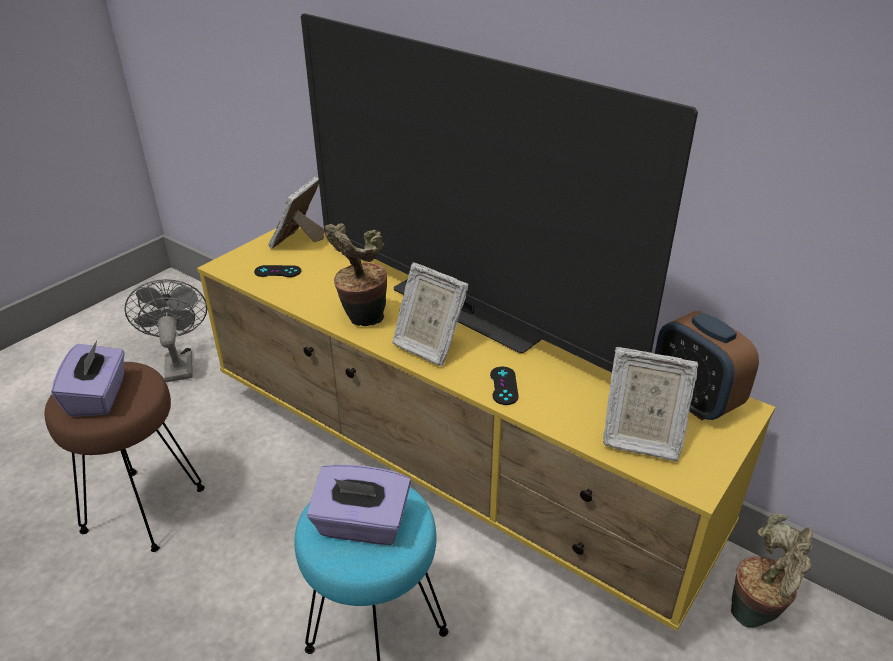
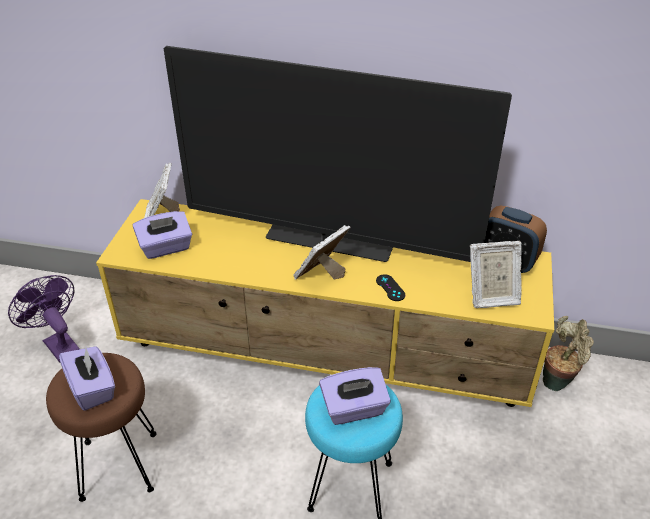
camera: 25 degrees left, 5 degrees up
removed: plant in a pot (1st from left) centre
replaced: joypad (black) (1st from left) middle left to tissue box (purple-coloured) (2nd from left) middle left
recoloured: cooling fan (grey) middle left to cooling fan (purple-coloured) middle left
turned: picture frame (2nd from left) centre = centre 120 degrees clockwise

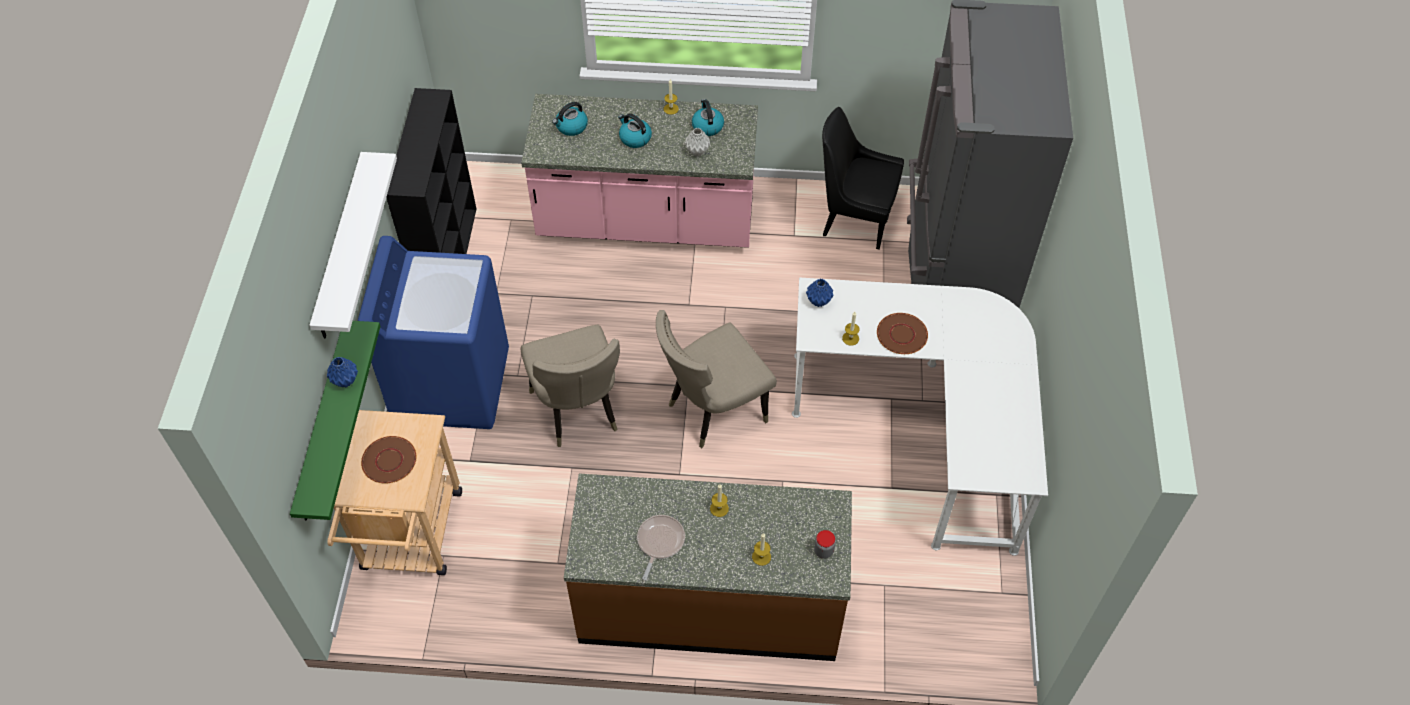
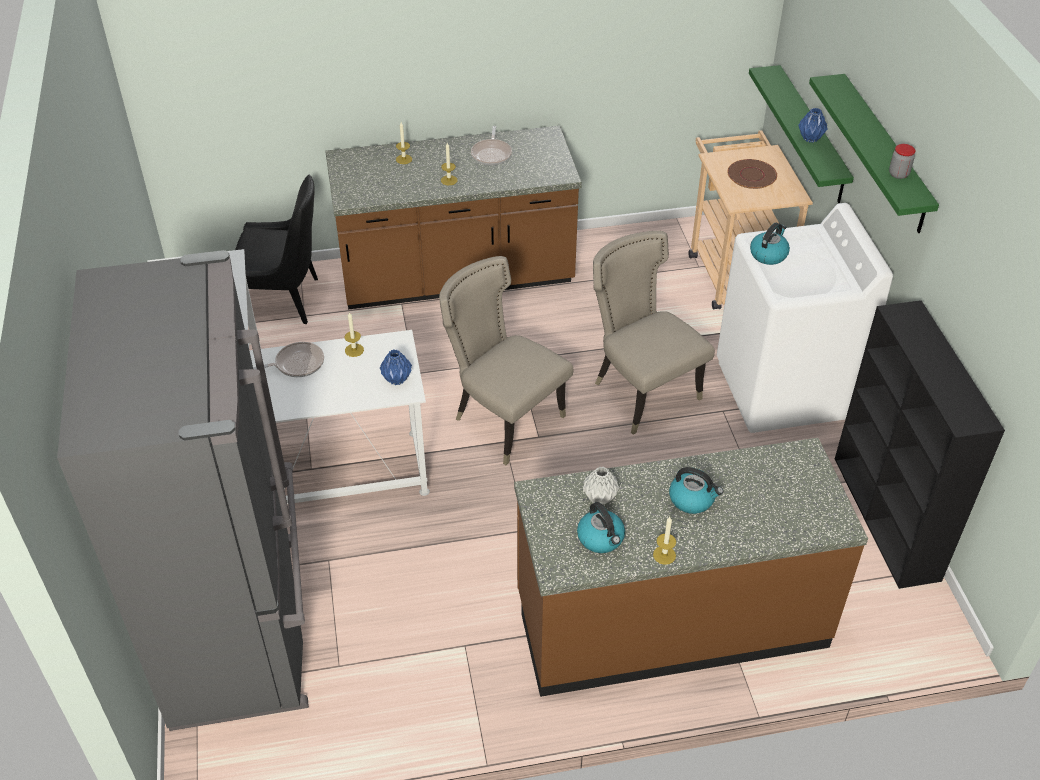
camera: 165 degrees right, 10 degrees down
moved: upright chair (black) top centre to top left; tea kettle (1st from left in the first image) top centre to tea kettle (3rd from left) top right; preserve jar bottom centre to top right
replaced: flat dish (brown-coloured) (2nd from left) centre to pan (1st from left) middle left
recoloured: kitchen counter (pinkish) top centre to kitchen counter (brown-coloured) (2nd from left) bottom centre; washing machine (blue-coloured) middle left to washing machine (white-coloured) middle right; shelf (white-coloured) middle left to shelf (green-coloured) (2nd from left) top right
turned: upright chair (beige-coloured) (2nd from left in the first image) centre = centre 90 degrees counterclockwise

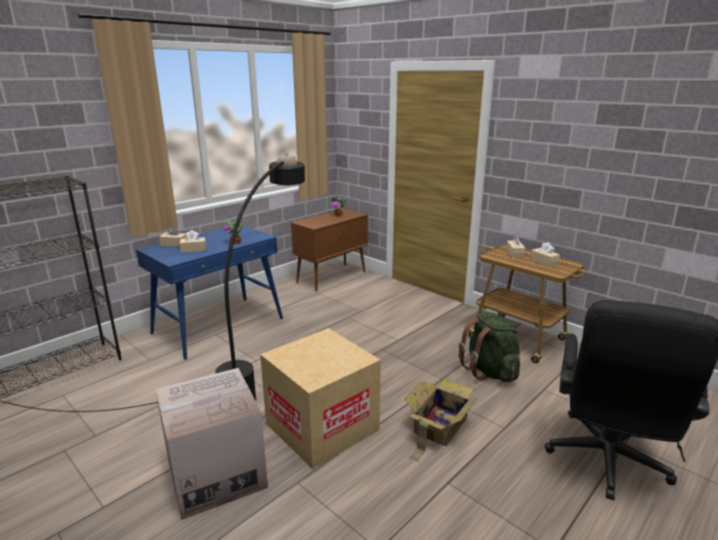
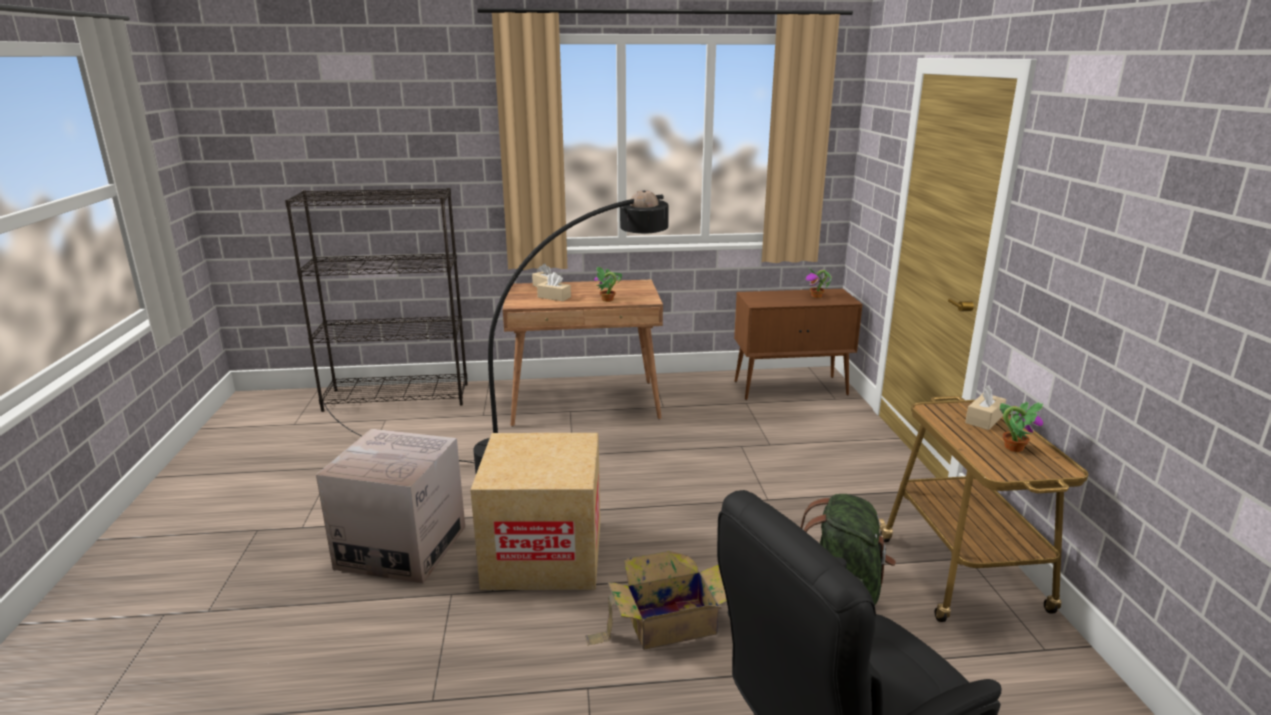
camera: 40 degrees right, 0 degrees up
replaced: tissue box (beige-coloured) (4th from left) middle right to plant in a pot (3rd from left) middle right
recoloured: desk unit (blue-coloured) middle left to desk unit (brown-coloured) centre

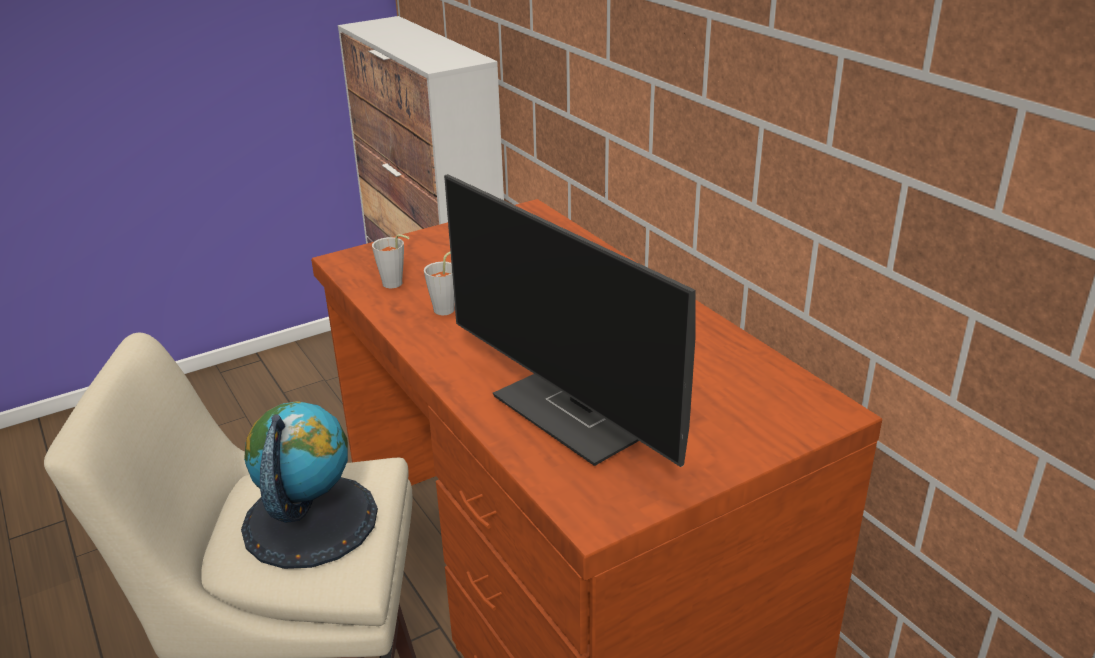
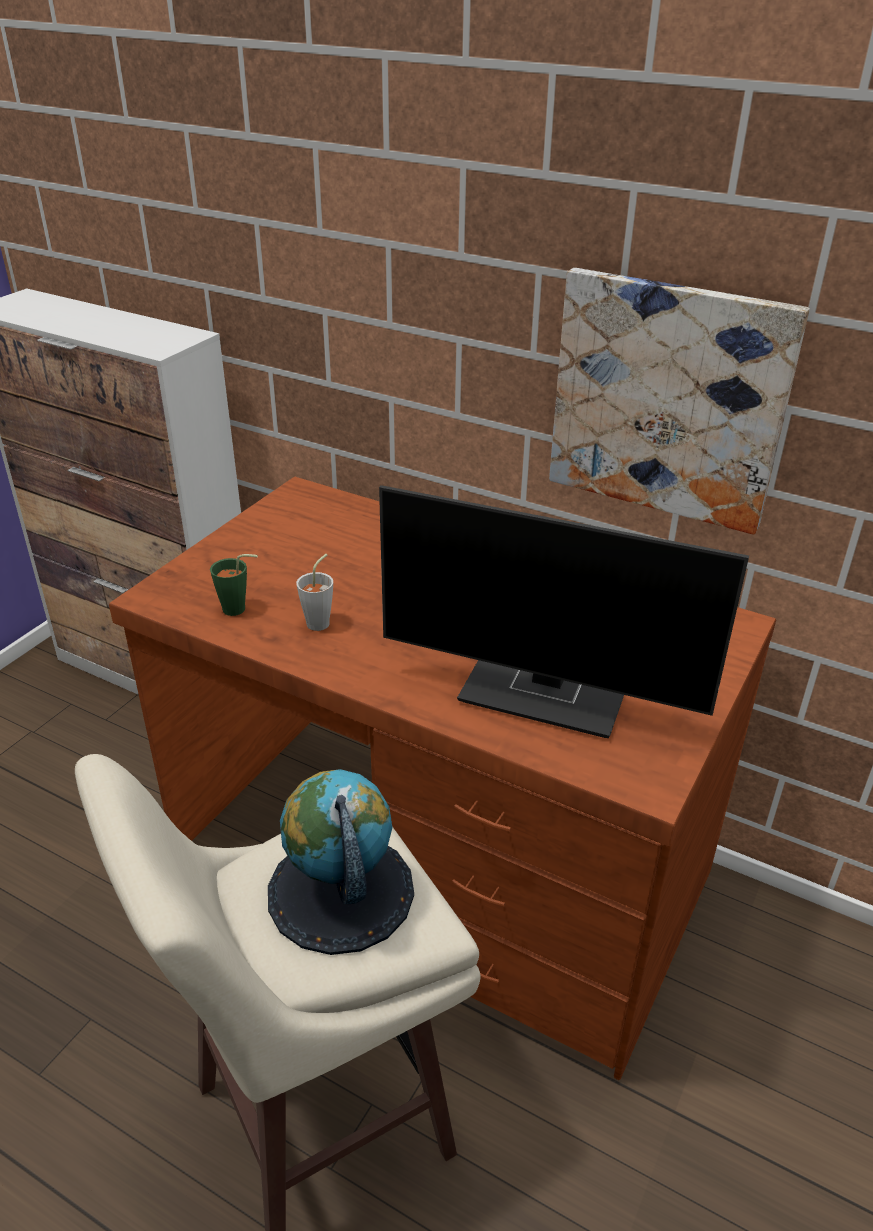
camera: 30 degrees left, 5 degrees up
added: picture top right
recoloured: drinking cup (grey) (1st from left) centre to drinking cup (green-coloured) middle left

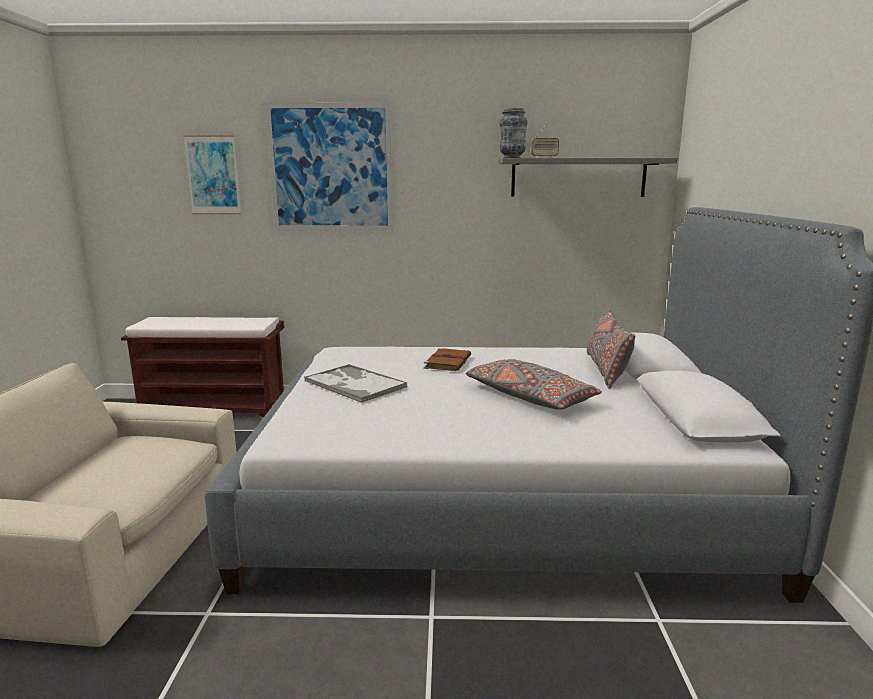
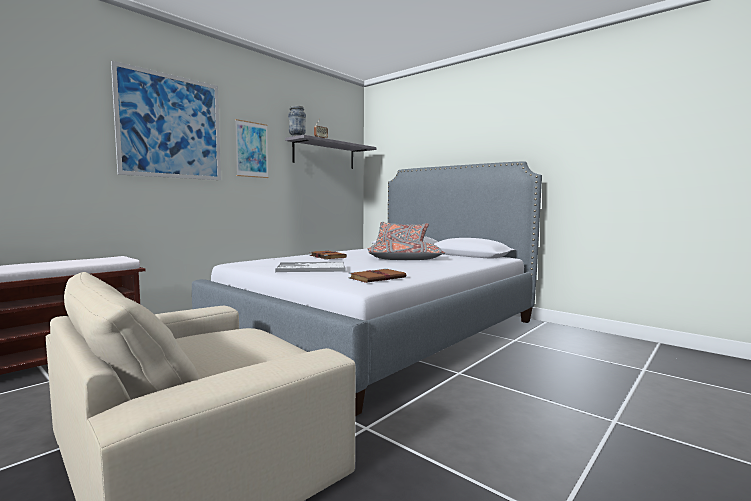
camera: 50 degrees left, 10 degrees down
added: bound book (brown-coloured) (2nd from left) centre
moved: picture (1st from left in the first image) top left to picture (2nd from left) top centre

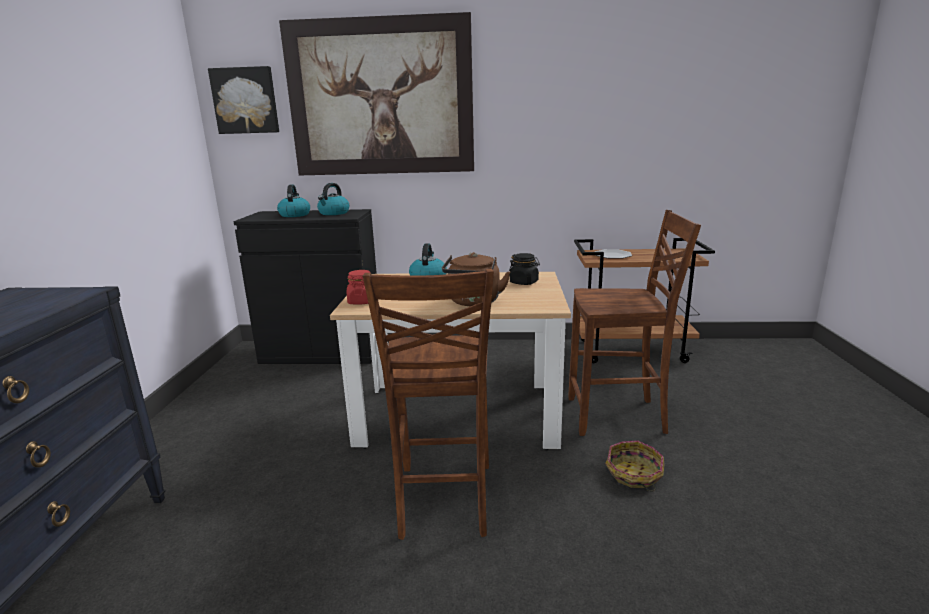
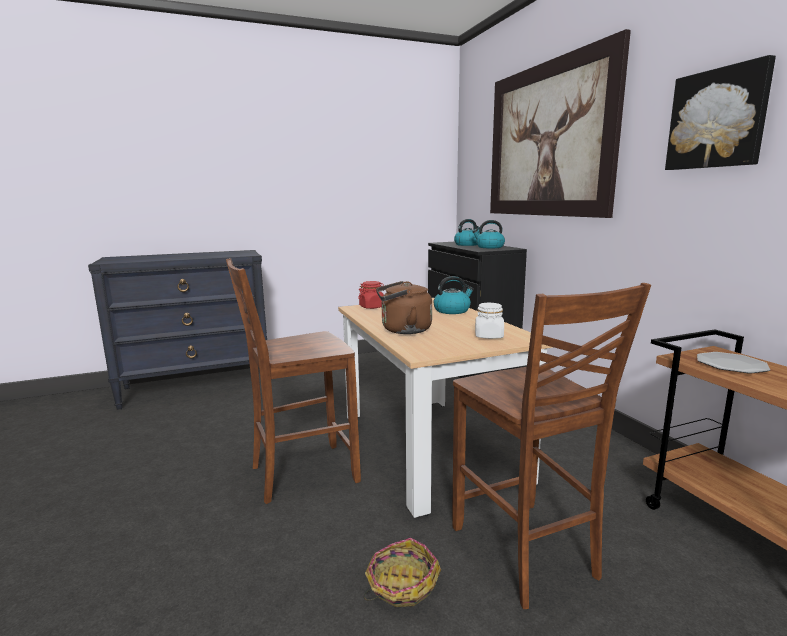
camera: 65 degrees right, 5 degrees down
moved: picture (1st from left in the first image) top left to picture (2nd from left) top right
recoloured: preserve jar (black) centre to preserve jar (white-coloured) centre

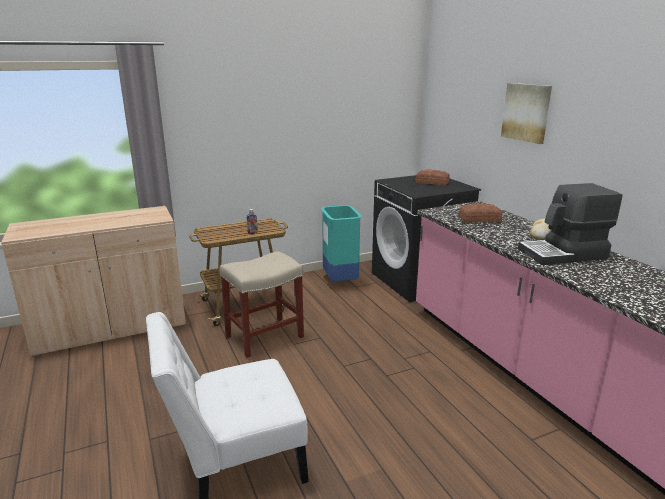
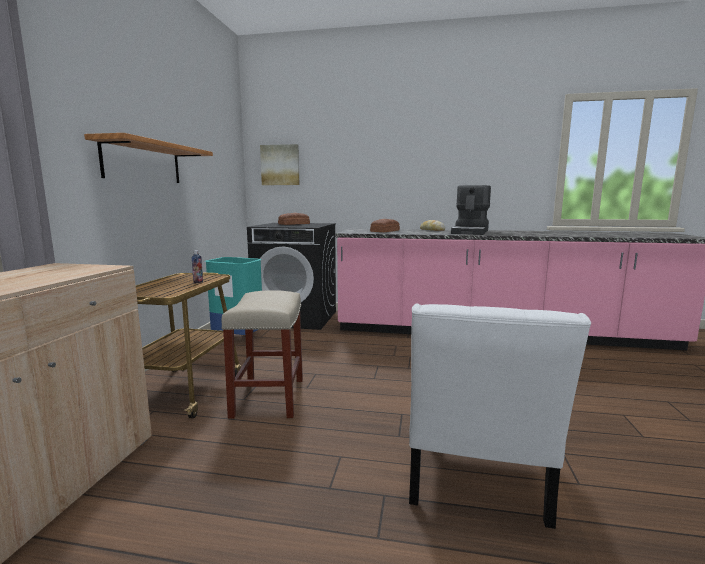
camera: 55 degrees left, 10 degrees down
added: shelf top left
moved: picture top right to top centre

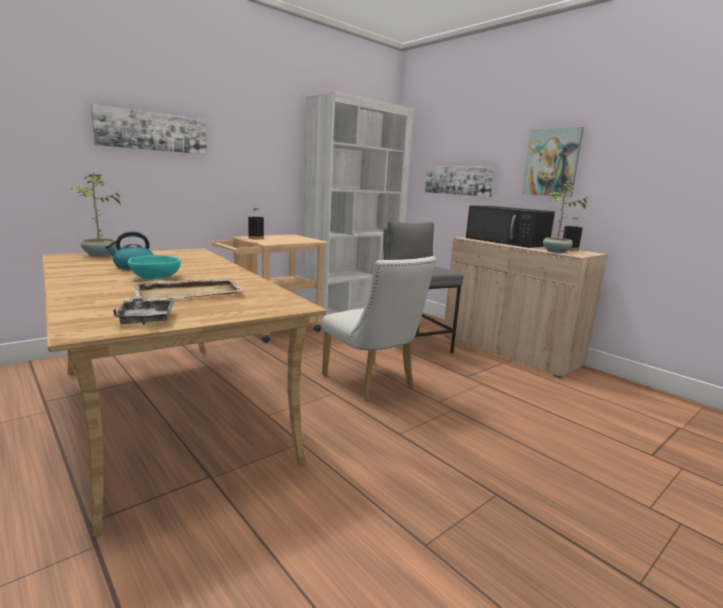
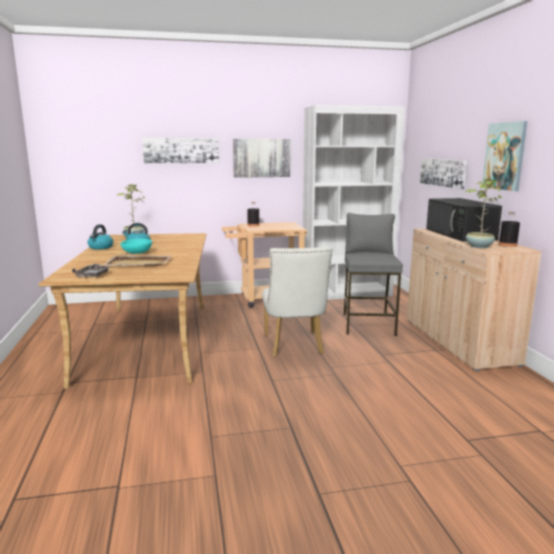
camera: 30 degrees right, 0 degrees up
added: tea kettle (1st from left) middle left; picture (2nd from left) top centre

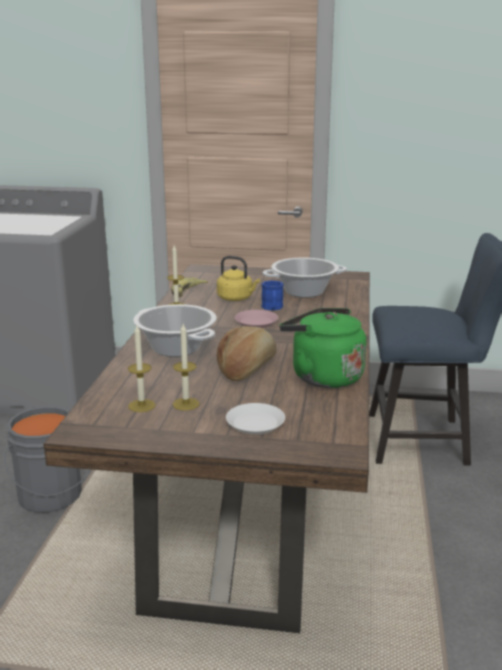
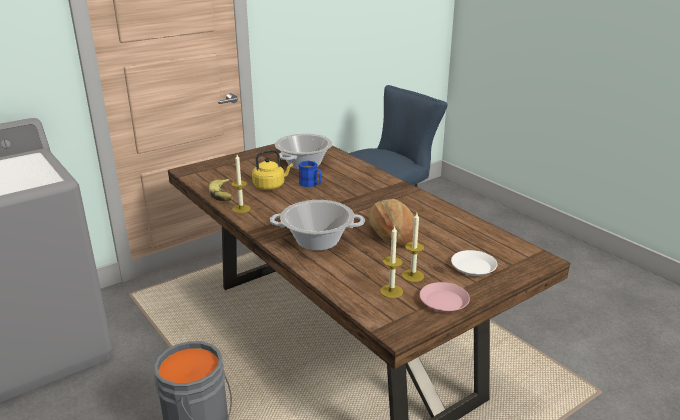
camera: 45 degrees left, 5 degrees up
removed: tea kettle (green-coloured) centre
moved: flat dish (pinkish) centre to bottom centre

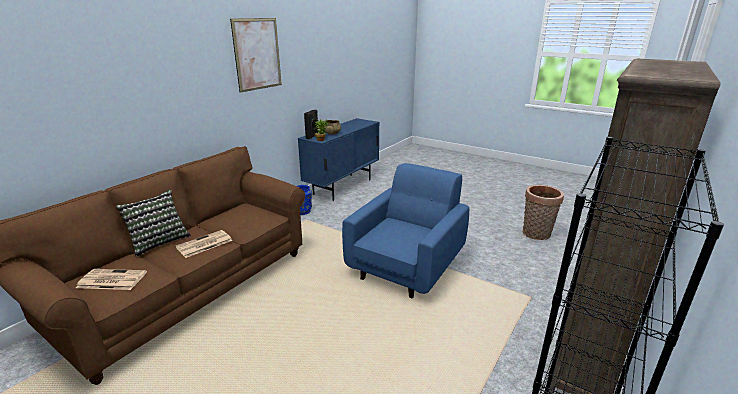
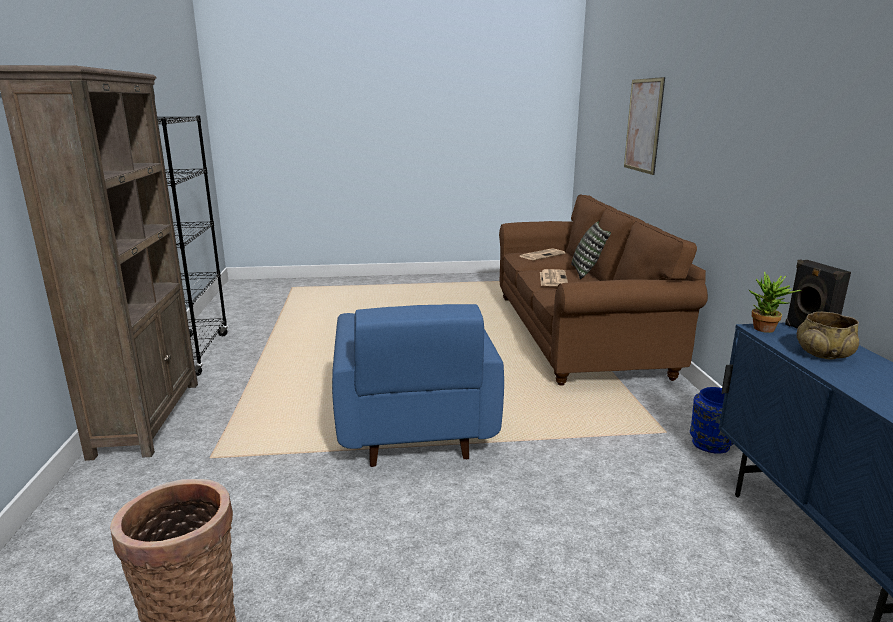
camera: 140 degrees right, 5 degrees down
moved: picture top centre to top right

